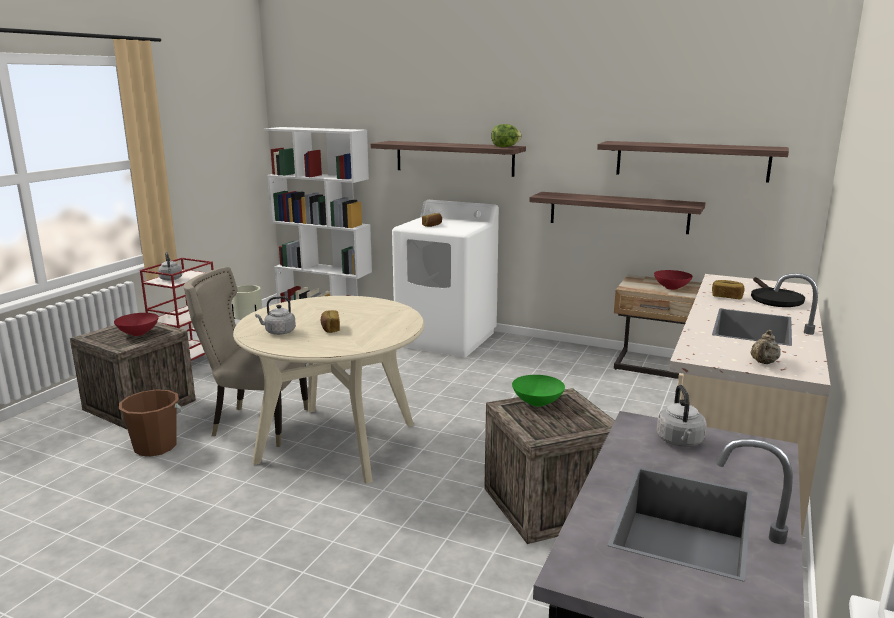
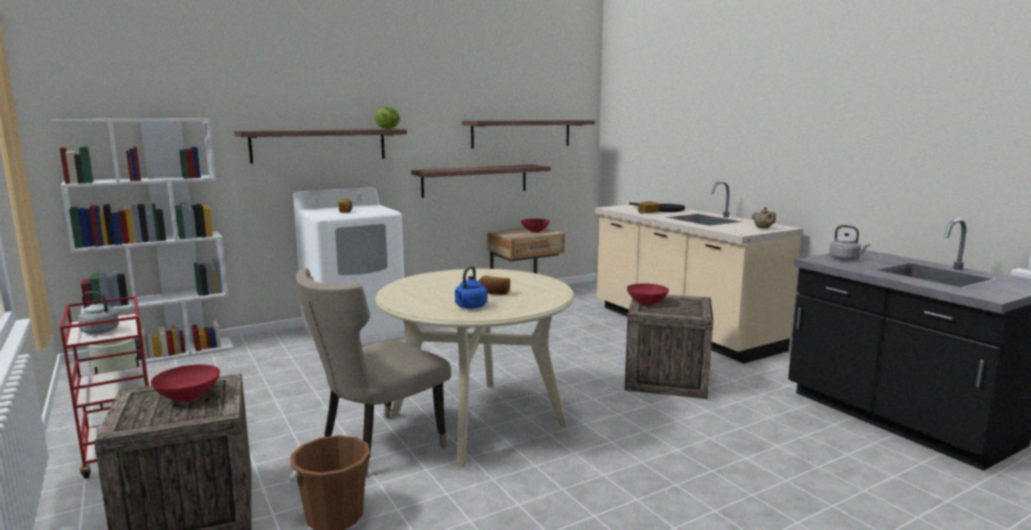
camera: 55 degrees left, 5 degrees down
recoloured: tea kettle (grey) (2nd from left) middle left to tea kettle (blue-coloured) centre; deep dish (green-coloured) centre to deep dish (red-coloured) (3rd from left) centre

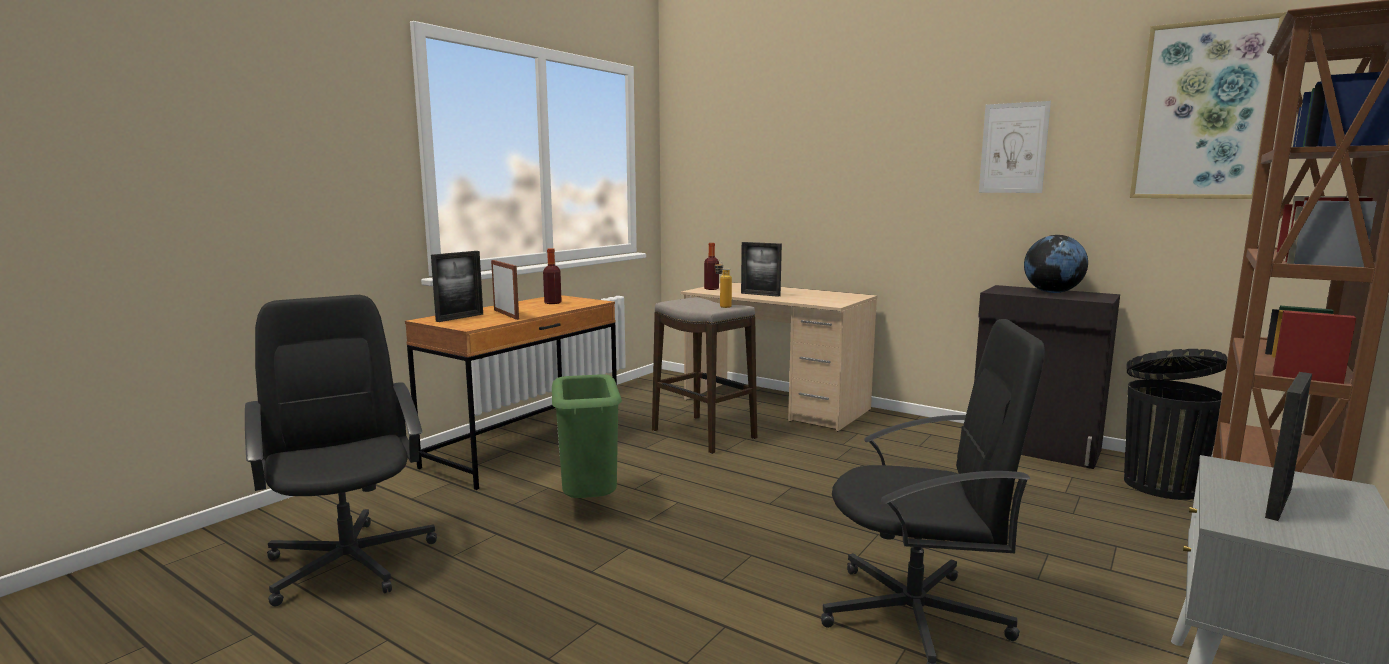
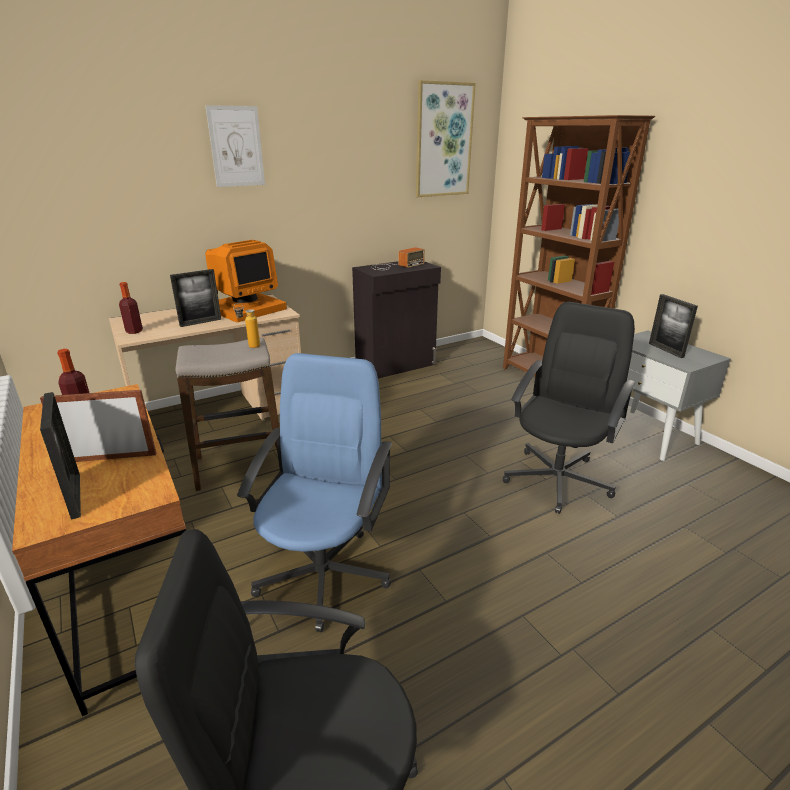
camera: 65 degrees left, 15 degrees up
removed: trash can (black) middle right
added: computer screen middle left
moved: picture (1st from left) top right to top left
replaced: trash can (green-coloured) centre to computer chair (blue-coloured) centre; desk globe middle right to radio receiver top centre

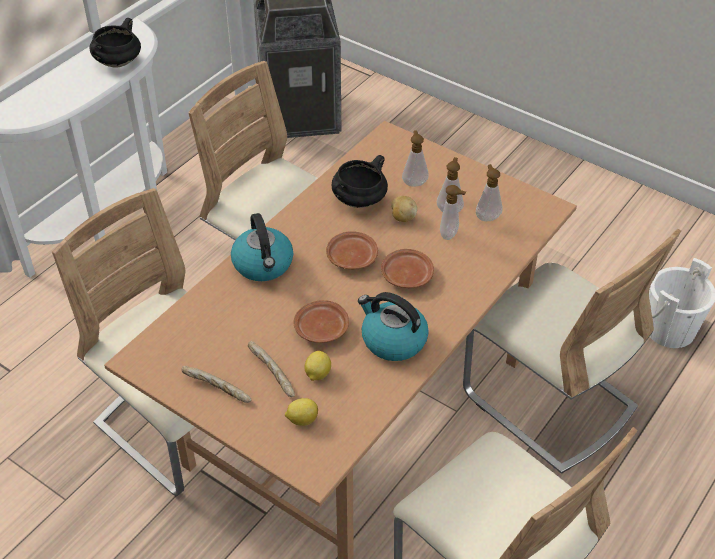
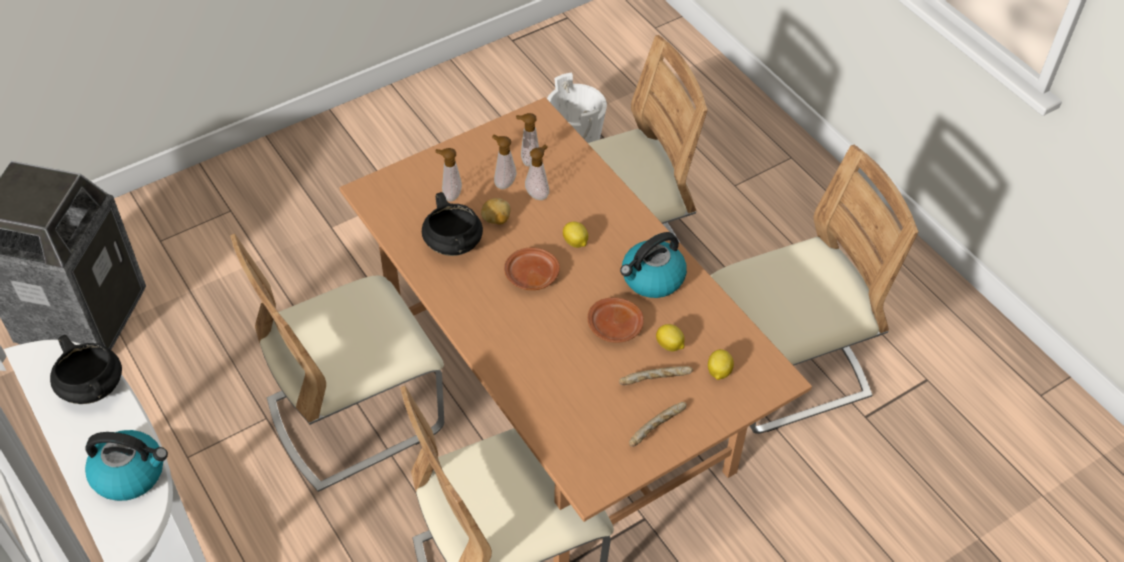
camera: 70 degrees left, 5 degrees up
moved: tea kettle (1st from left) centre to bottom left
replaced: flat dish (brown-coloured) (3rd from left) centre to citrus fruit (1st from left) centre

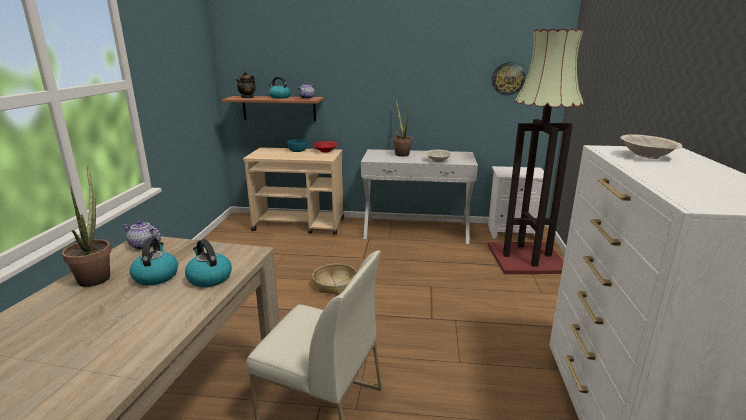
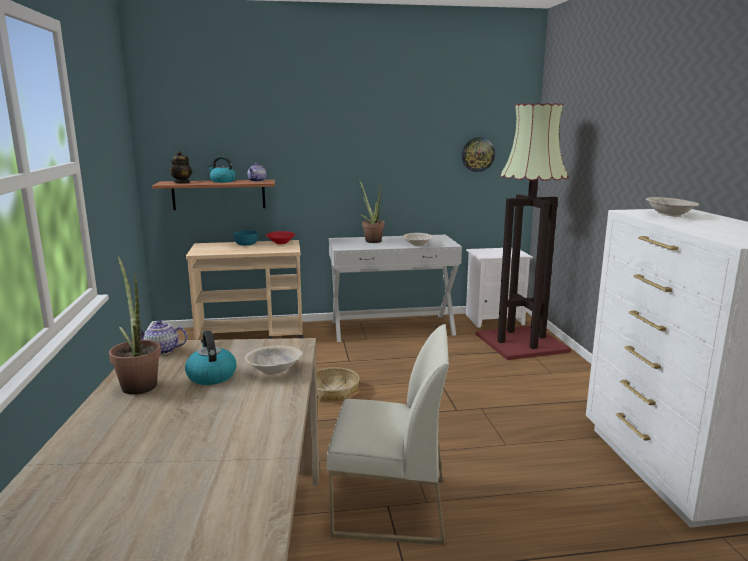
camera: 15 degrees left, 5 degrees down
replaced: tea kettle (2nd from left) middle left to deep dish (beige-coloured) (1st from left) centre

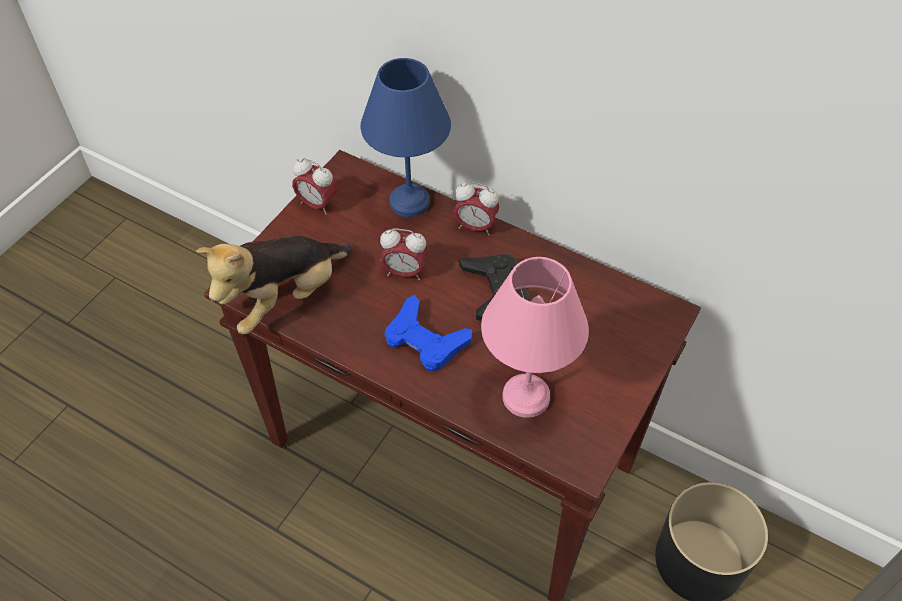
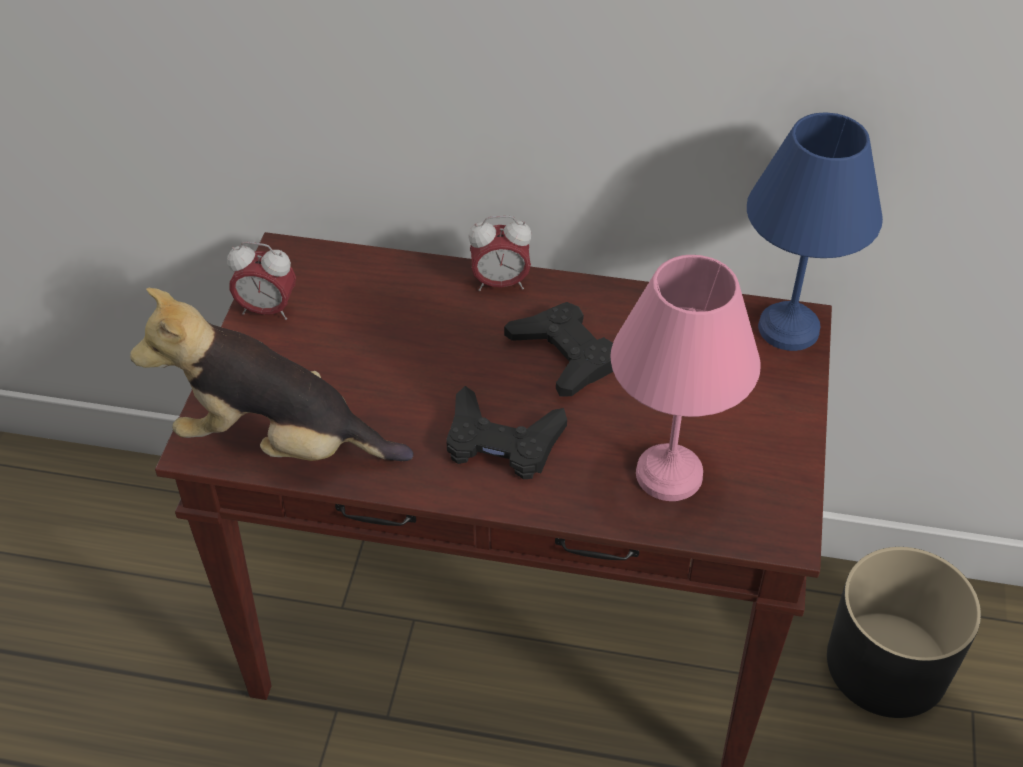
camera: 20 degrees left, 5 degrees down
removed: table clock (2nd from left) centre
moved: tabletop lamp (blue-coloured) top centre to top right
recoloured: joypad (blue-coloured) centre to joypad (black) (1st from left) centre
turned: cuddly toy middle left = middle left 75 degrees clockwise

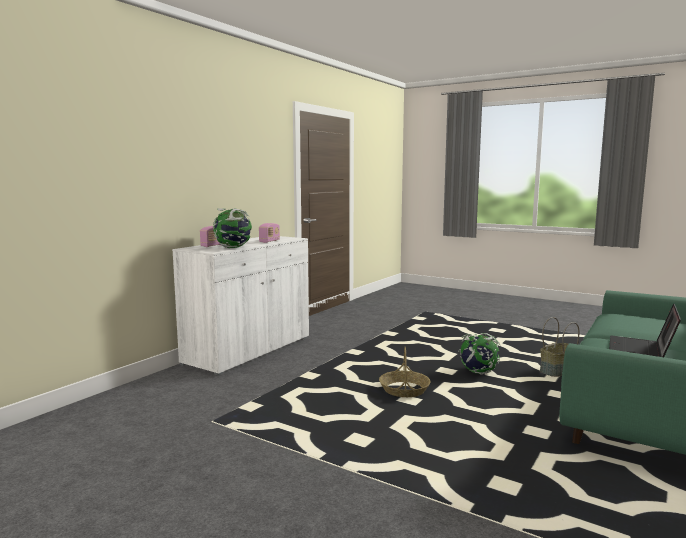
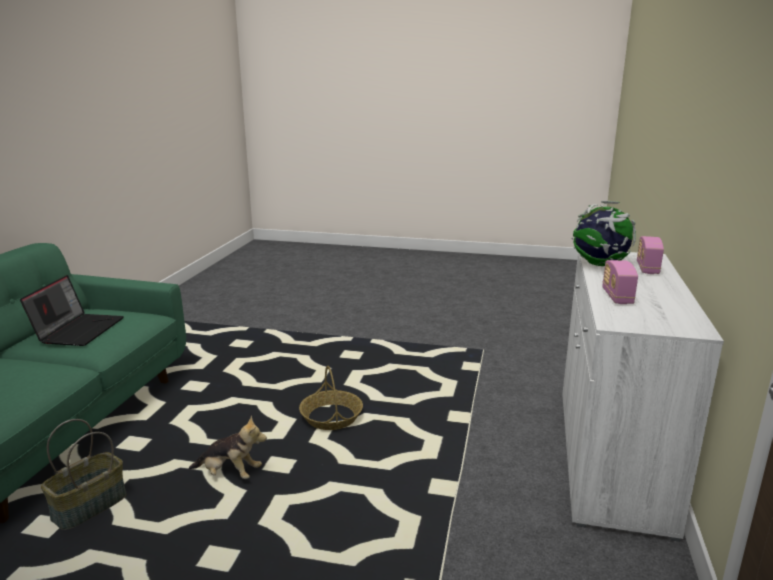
camera: 160 degrees right, 10 degrees up
replaced: desk globe (2nd from left) middle right to cuddly toy bottom left

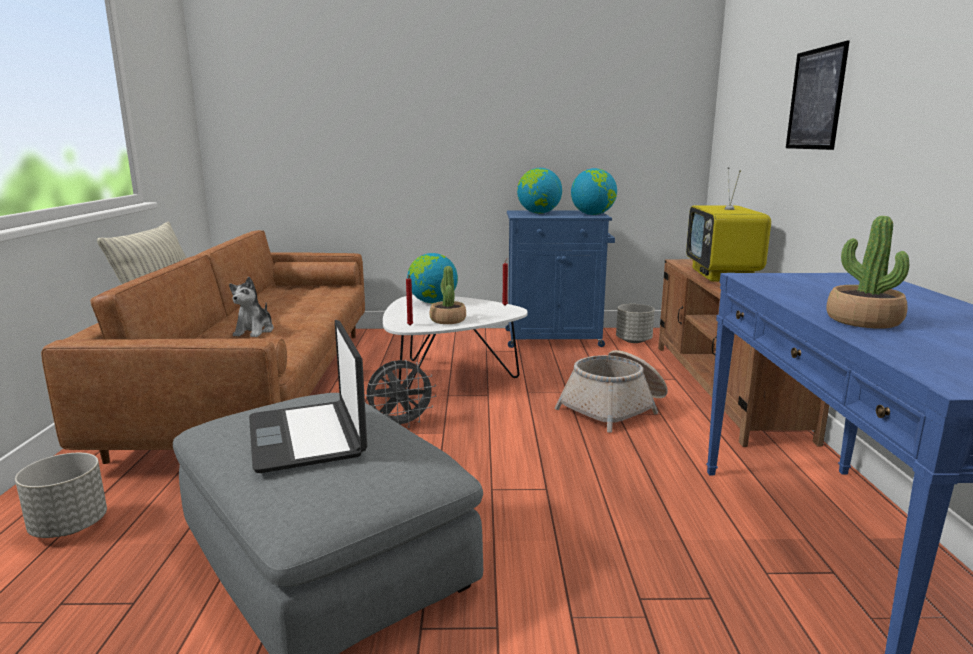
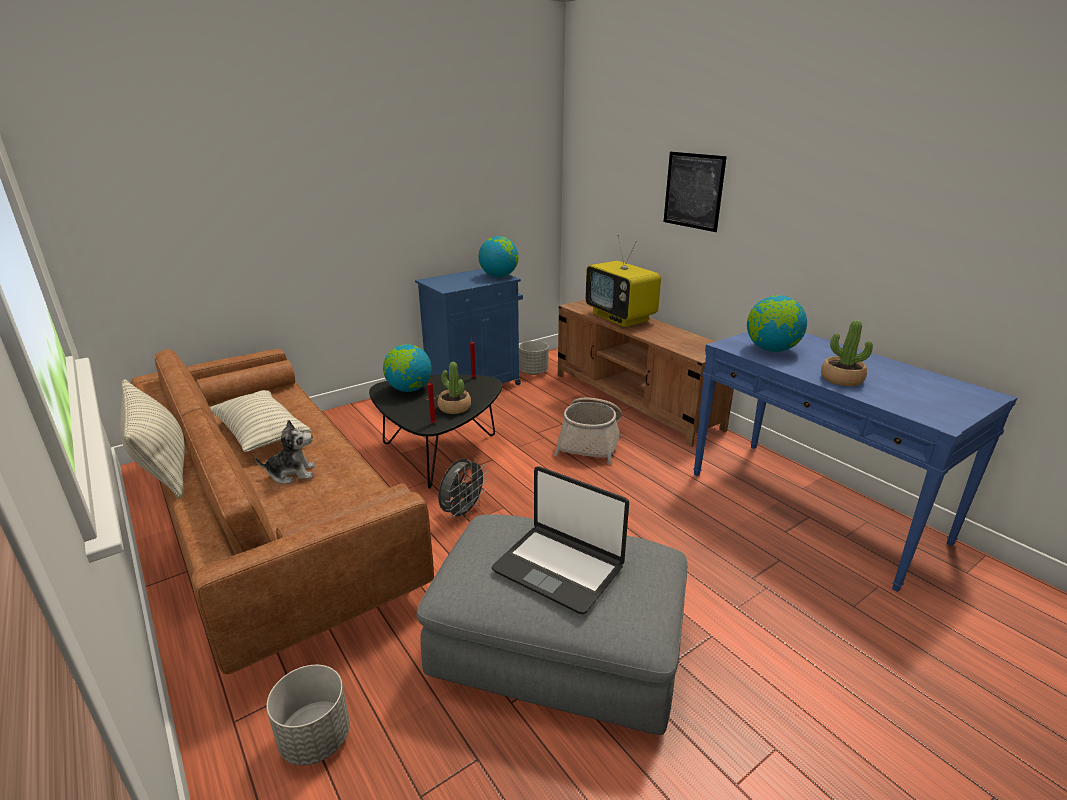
camera: 35 degrees left, 10 degrees up
added: cushion (2nd from left) middle left
moved: desk globe (2nd from left in the first image) top centre to desk globe (3rd from left) middle right
recoloured: low table (white-coloured) centre to low table (black) centre
turned: cuddly toy middle left = middle left 75 degrees counterclockwise

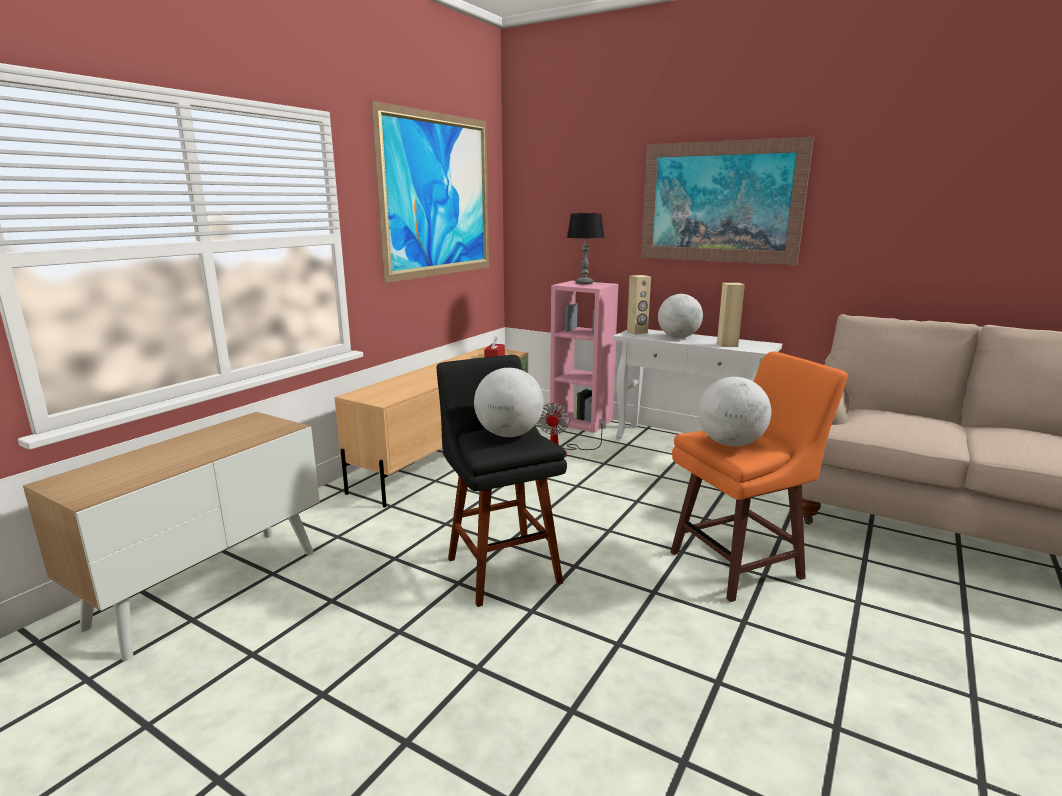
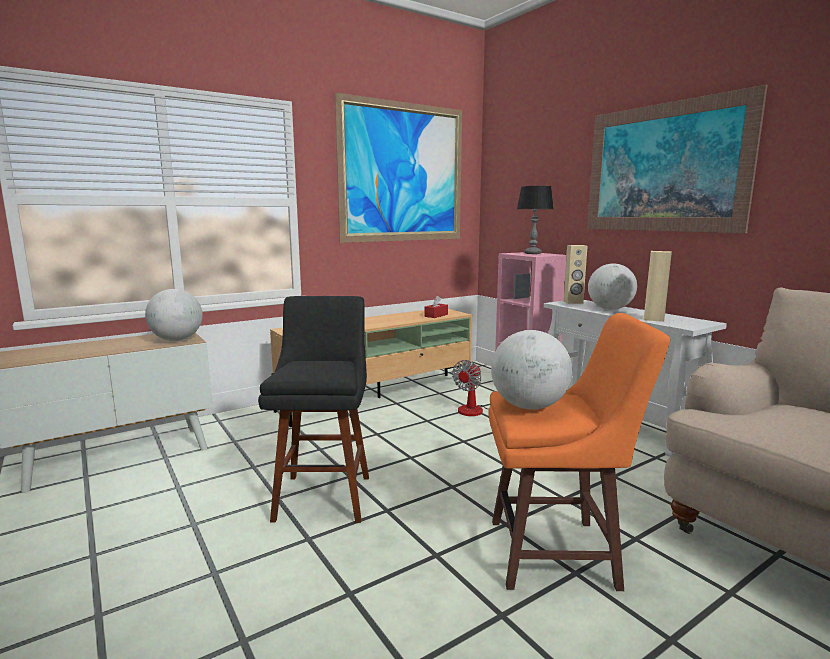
camera: 25 degrees right, 5 degrees down
moved: desk globe (1st from left) centre to middle left

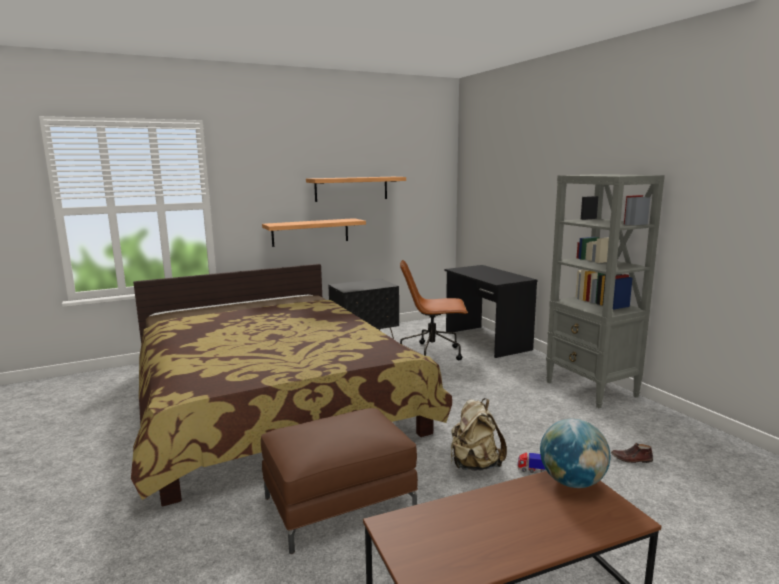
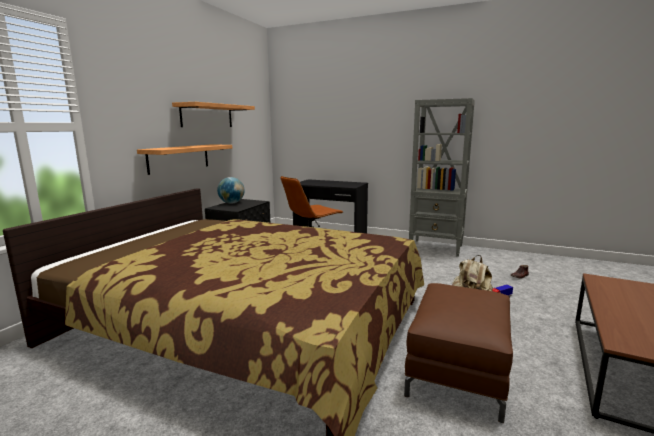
camera: 40 degrees left, 0 degrees up
moved: desk globe bottom right to centre

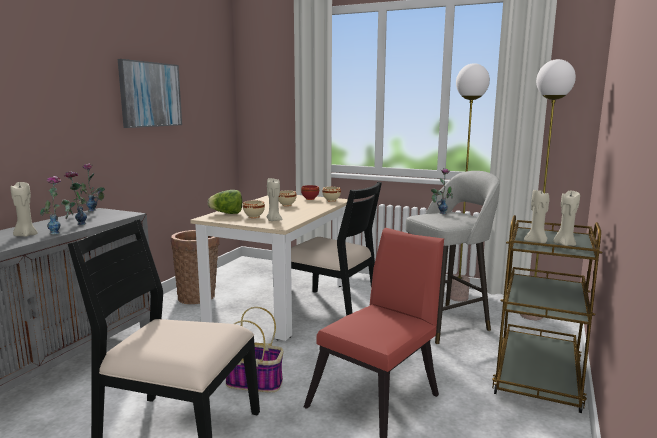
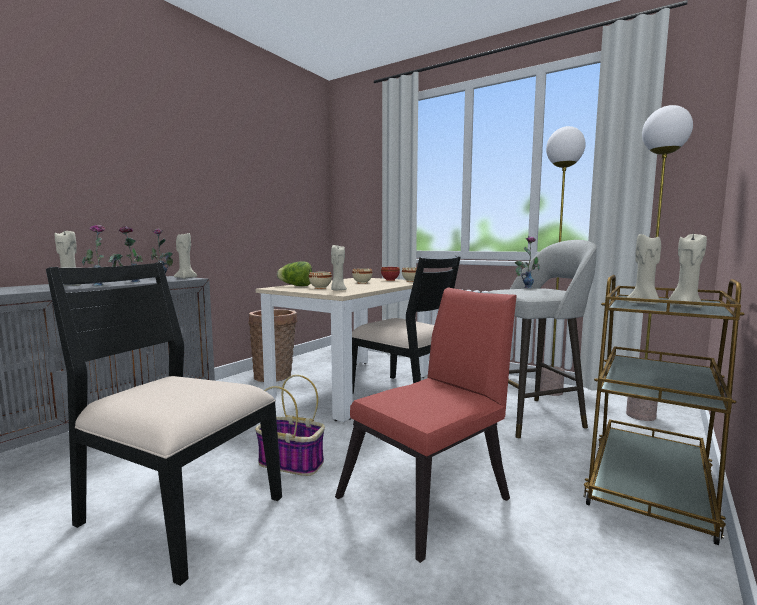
camera: 10 degrees right, 5 degrees down
removed: picture top left
added: candle (beige-coloured) (2nd from left) middle left

